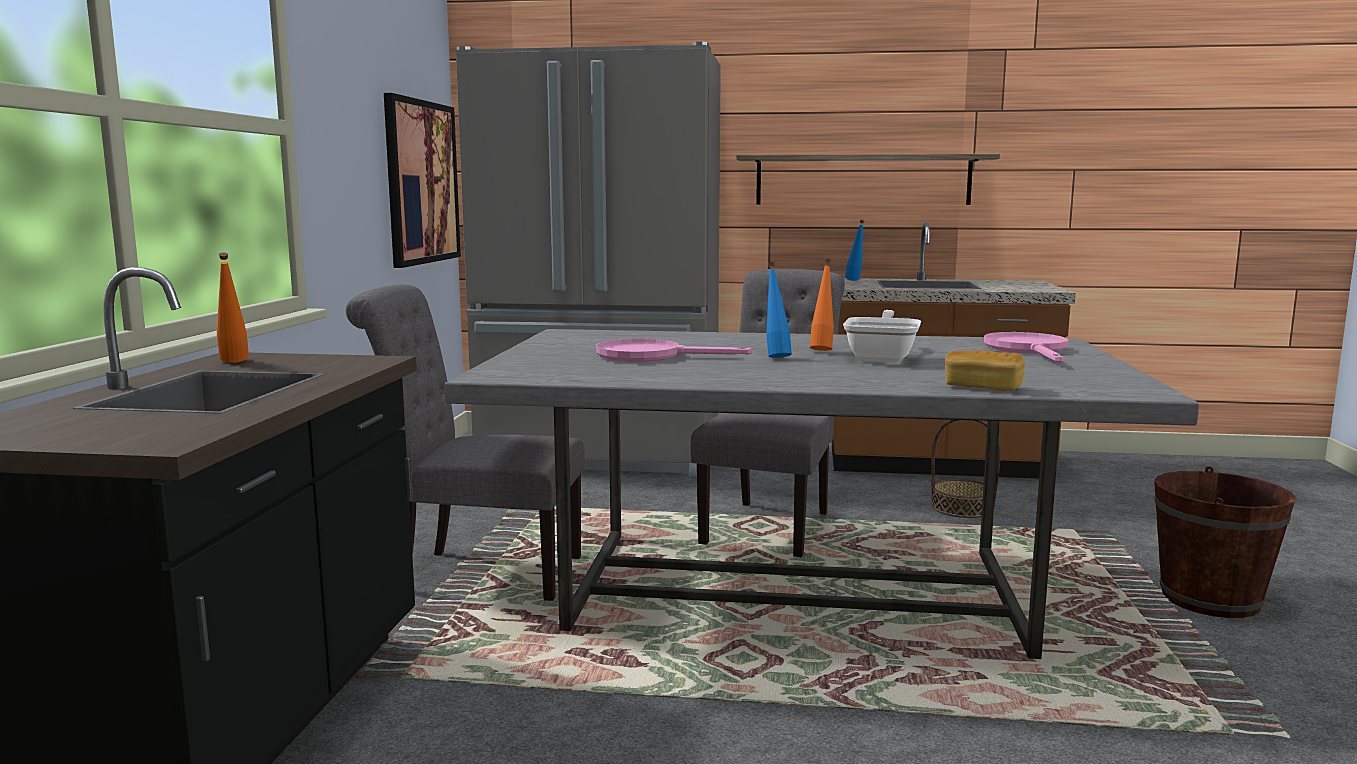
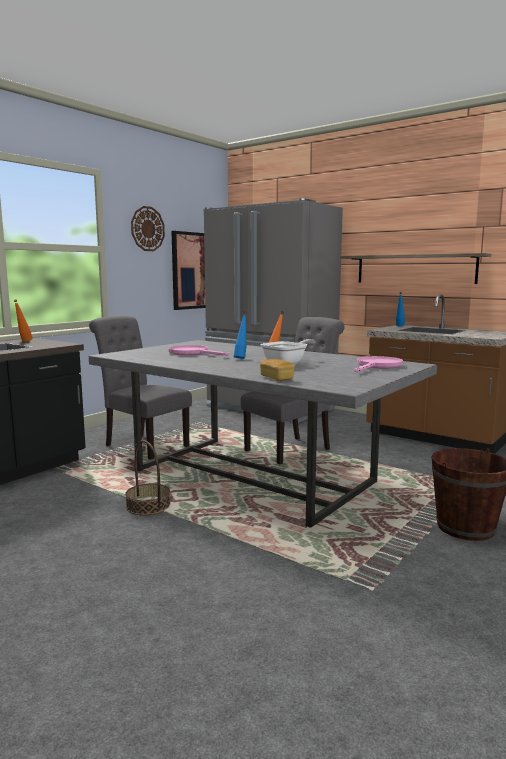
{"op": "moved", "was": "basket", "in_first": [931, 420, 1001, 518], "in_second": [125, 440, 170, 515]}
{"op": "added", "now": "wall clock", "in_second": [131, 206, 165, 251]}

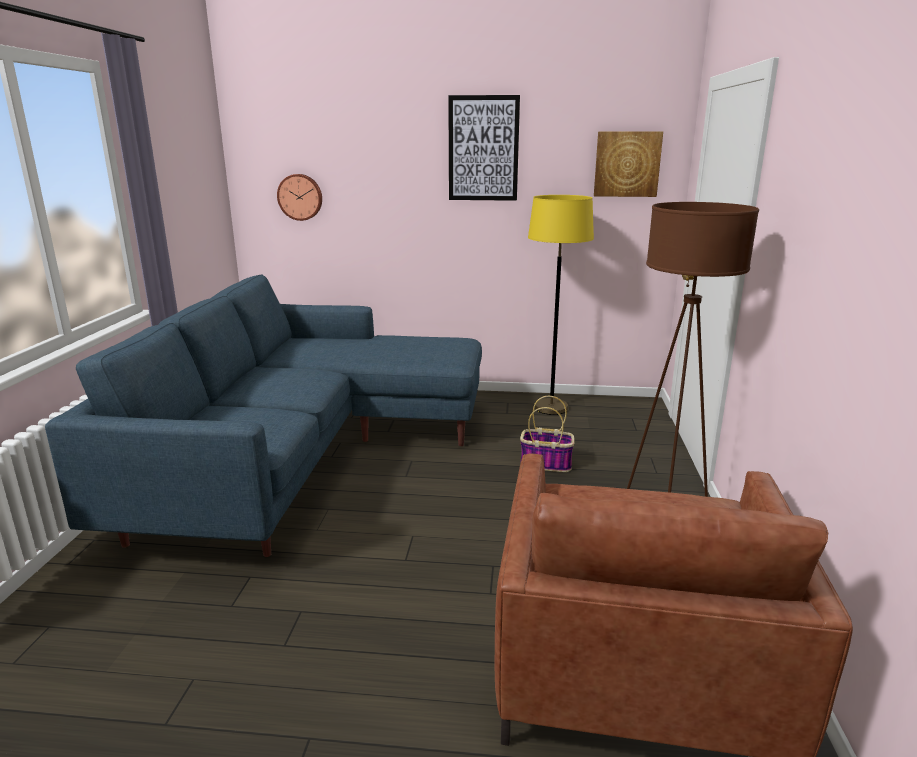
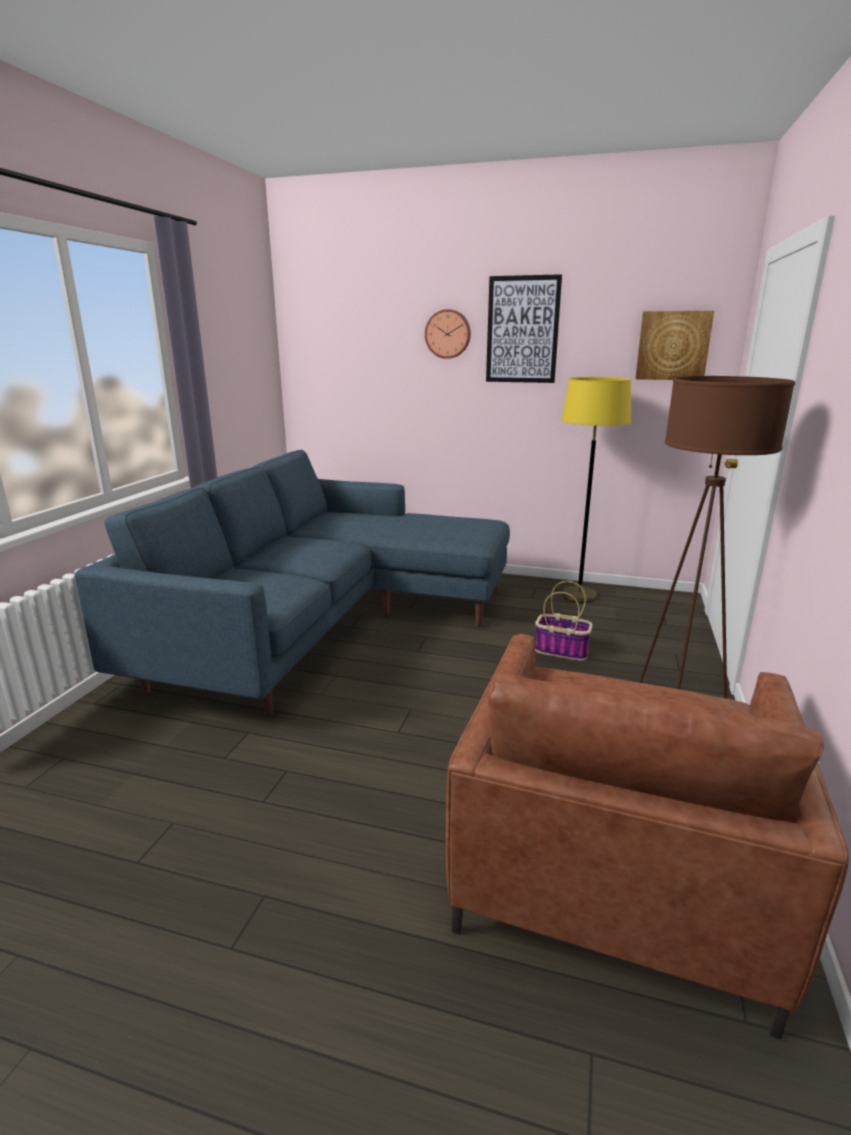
{"op": "moved", "was": "wall clock", "in_first": [277, 174, 322, 221], "in_second": [425, 309, 471, 359]}

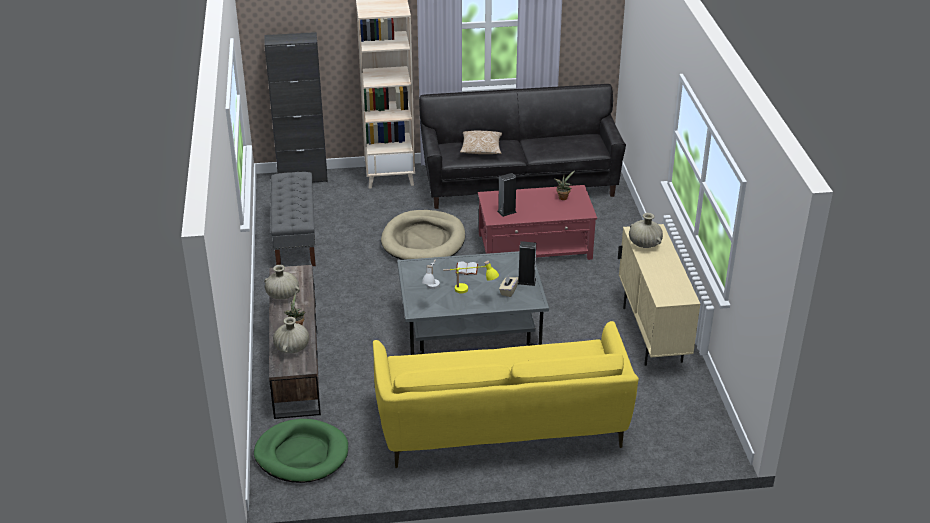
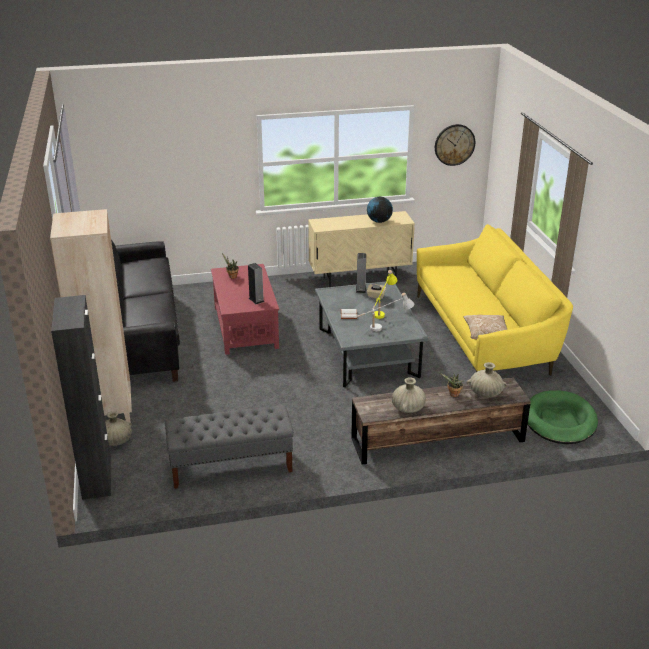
{"op": "removed", "was": "beige dog bed", "in_first": [381, 210, 465, 260]}
{"op": "moved", "was": "pillow", "in_first": [460, 131, 502, 154], "in_second": [464, 315, 508, 339]}
{"op": "moved", "was": "beige vase", "in_first": [629, 213, 663, 248], "in_second": [105, 411, 132, 446]}
{"op": "added", "now": "globe", "in_second": [367, 197, 393, 223]}
{"op": "added", "now": "wall clock", "in_second": [435, 124, 475, 166]}

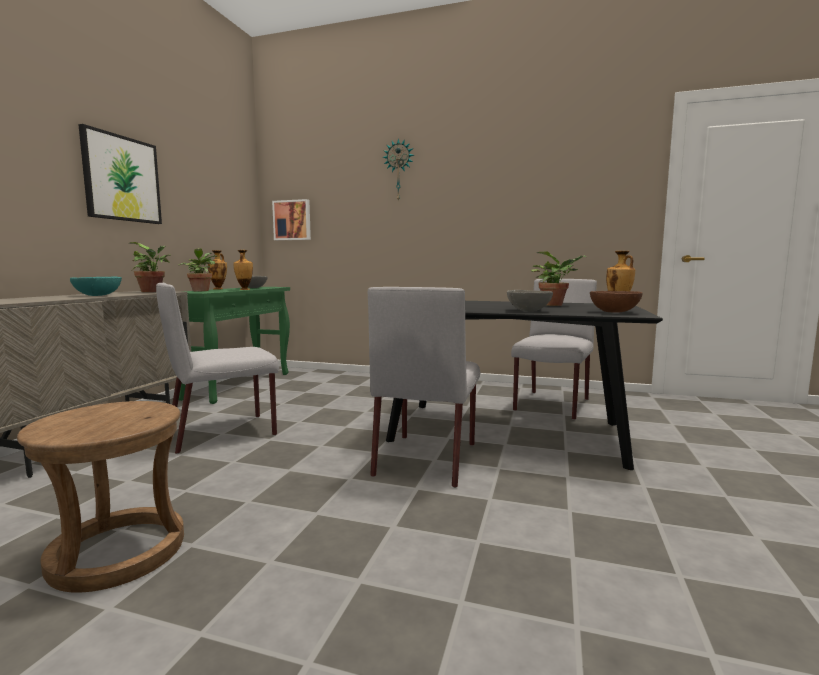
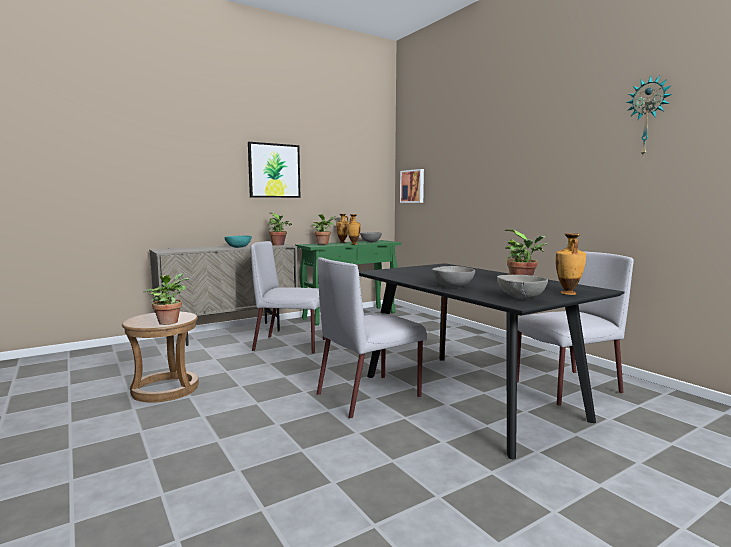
{"op": "moved", "was": "wall clock", "in_first": [382, 138, 414, 202], "in_second": [626, 75, 672, 156]}
{"op": "recoloured", "was": "brown bowl", "now": "grey bowl", "in_first": [590, 291, 643, 313], "in_second": [497, 275, 548, 299]}
{"op": "added", "now": "potted plant", "in_second": [143, 273, 189, 325]}

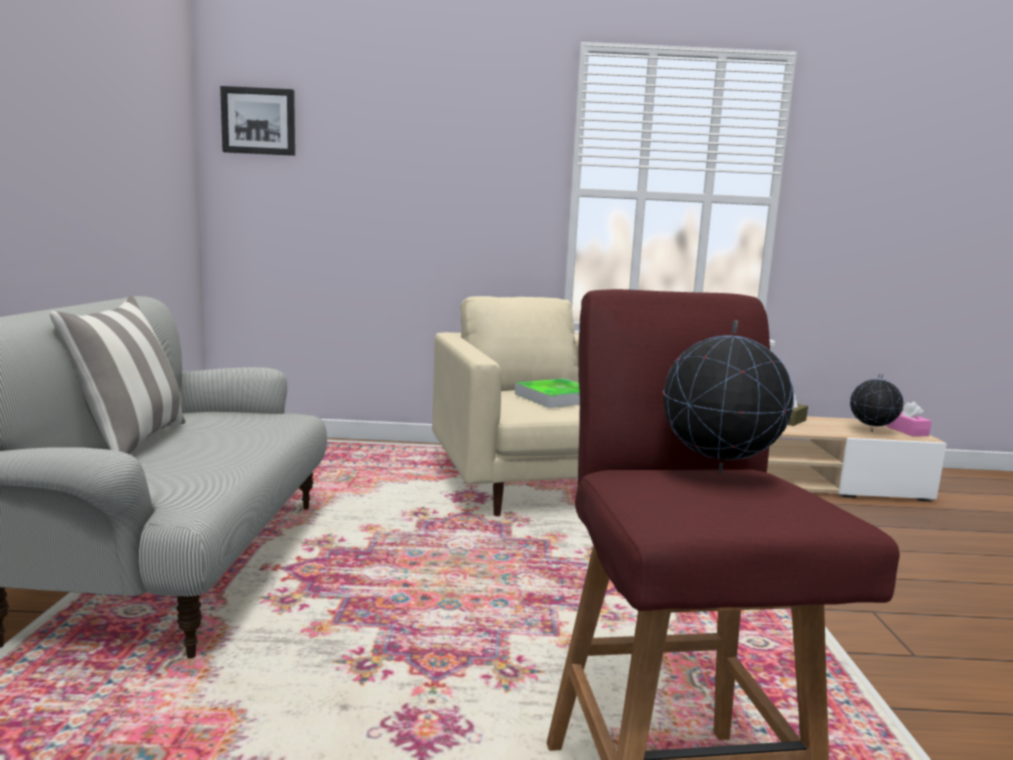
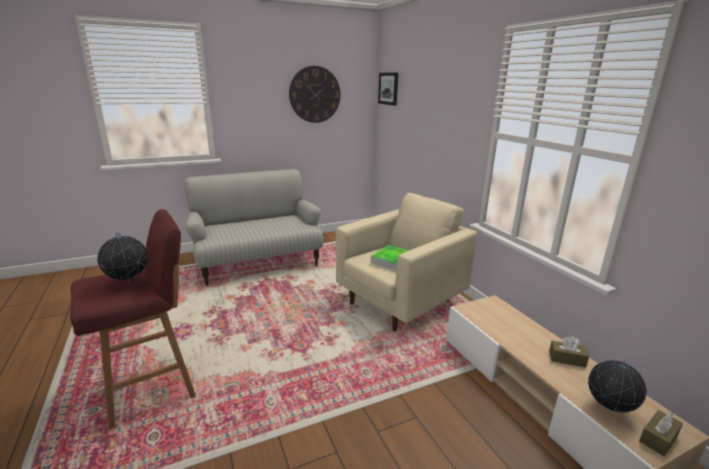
{"op": "removed", "was": "pillow", "in_first": [50, 296, 185, 455]}
{"op": "recoloured", "was": "pink tissue box", "now": "brown tissue box", "in_first": [886, 401, 932, 437], "in_second": [639, 410, 683, 456]}
{"op": "added", "now": "wall clock", "in_second": [289, 66, 341, 123]}

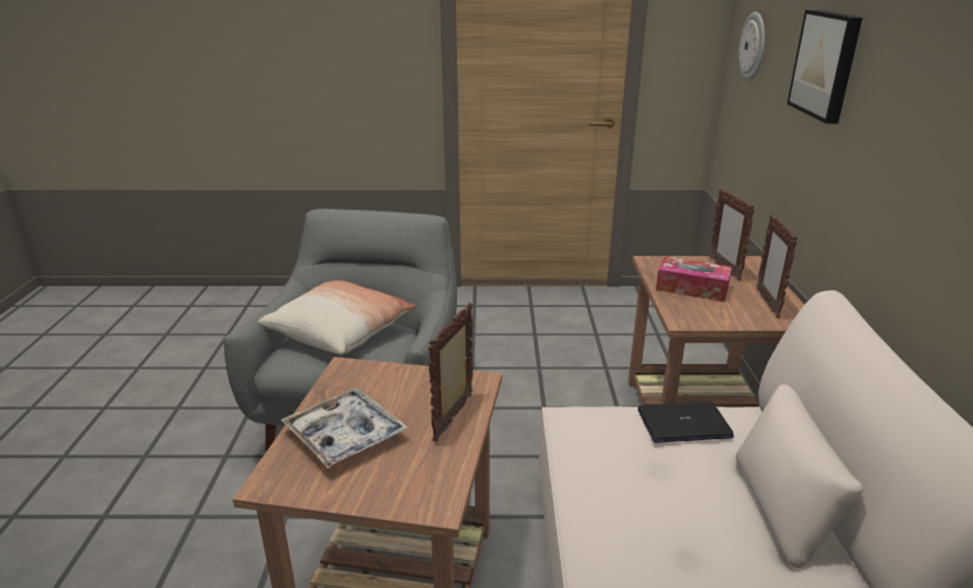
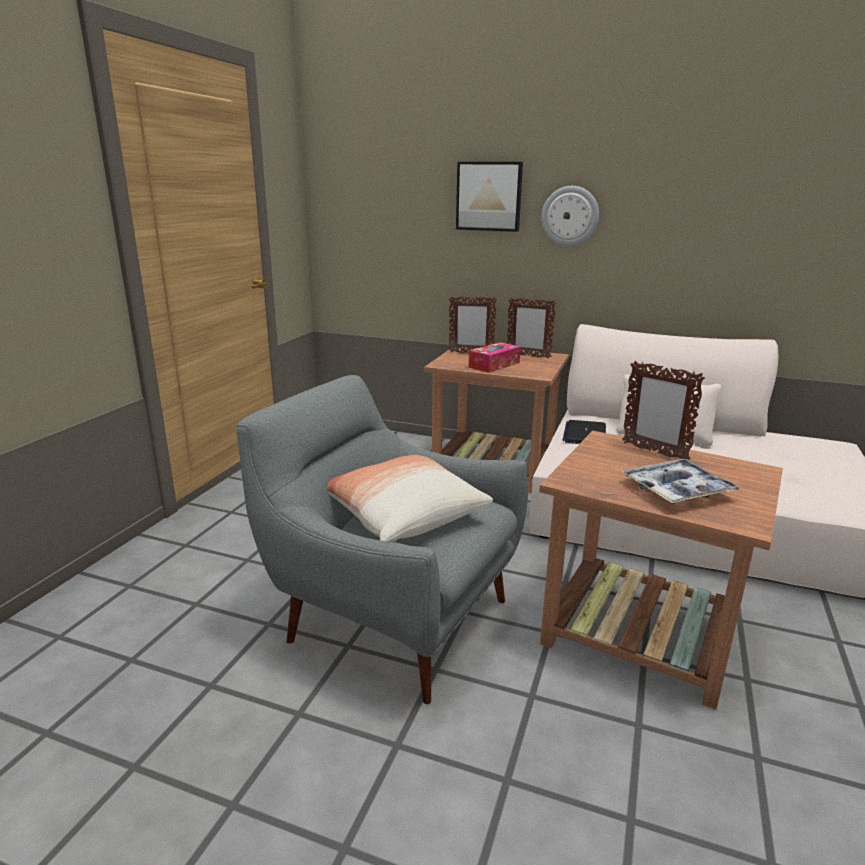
{"op": "moved", "was": "wall clock", "in_first": [739, 12, 765, 81], "in_second": [541, 186, 599, 246]}

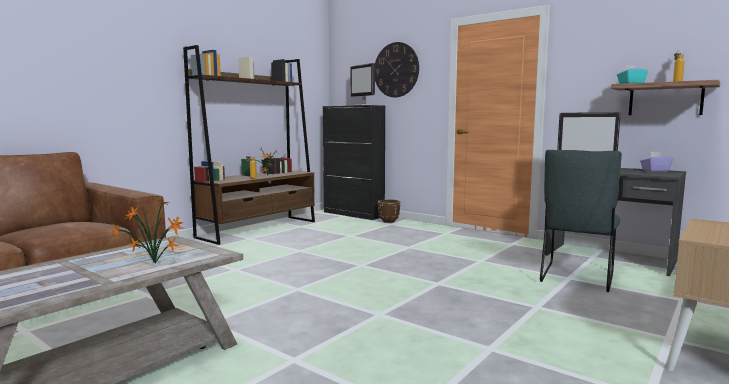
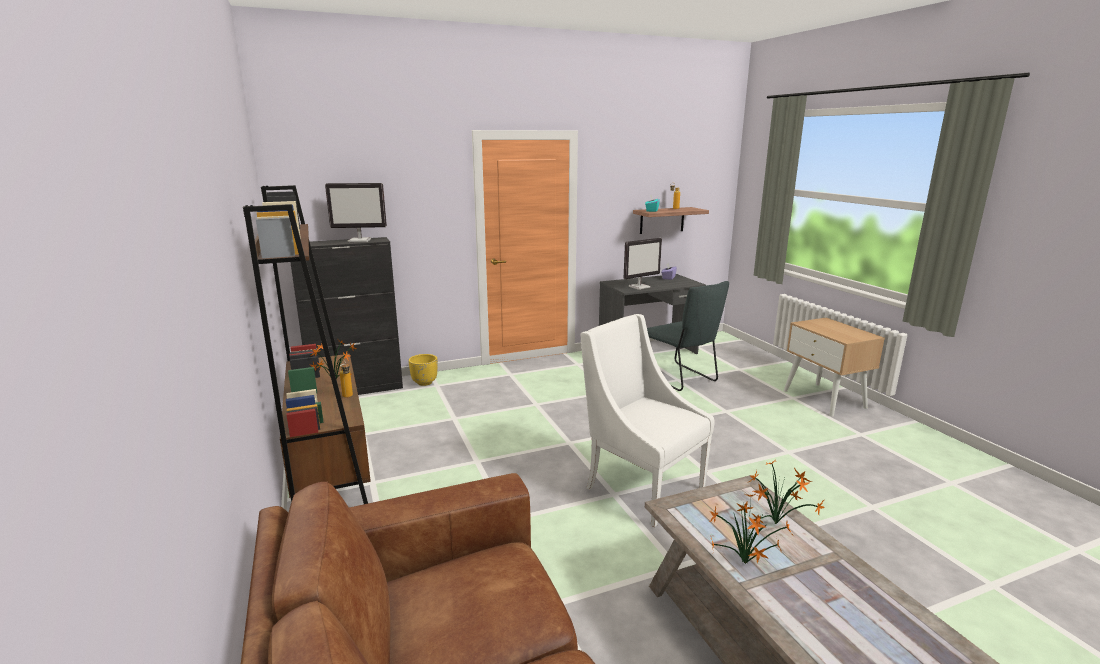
{"op": "removed", "was": "wall clock", "in_first": [375, 42, 419, 97]}
{"op": "recoloured", "was": "brown planter", "now": "yellow planter", "in_first": [378, 199, 400, 223], "in_second": [409, 354, 438, 386]}
{"op": "added", "now": "white armchair", "in_second": [581, 314, 714, 527]}
{"op": "added", "now": "potted plant", "in_second": [709, 493, 794, 564]}

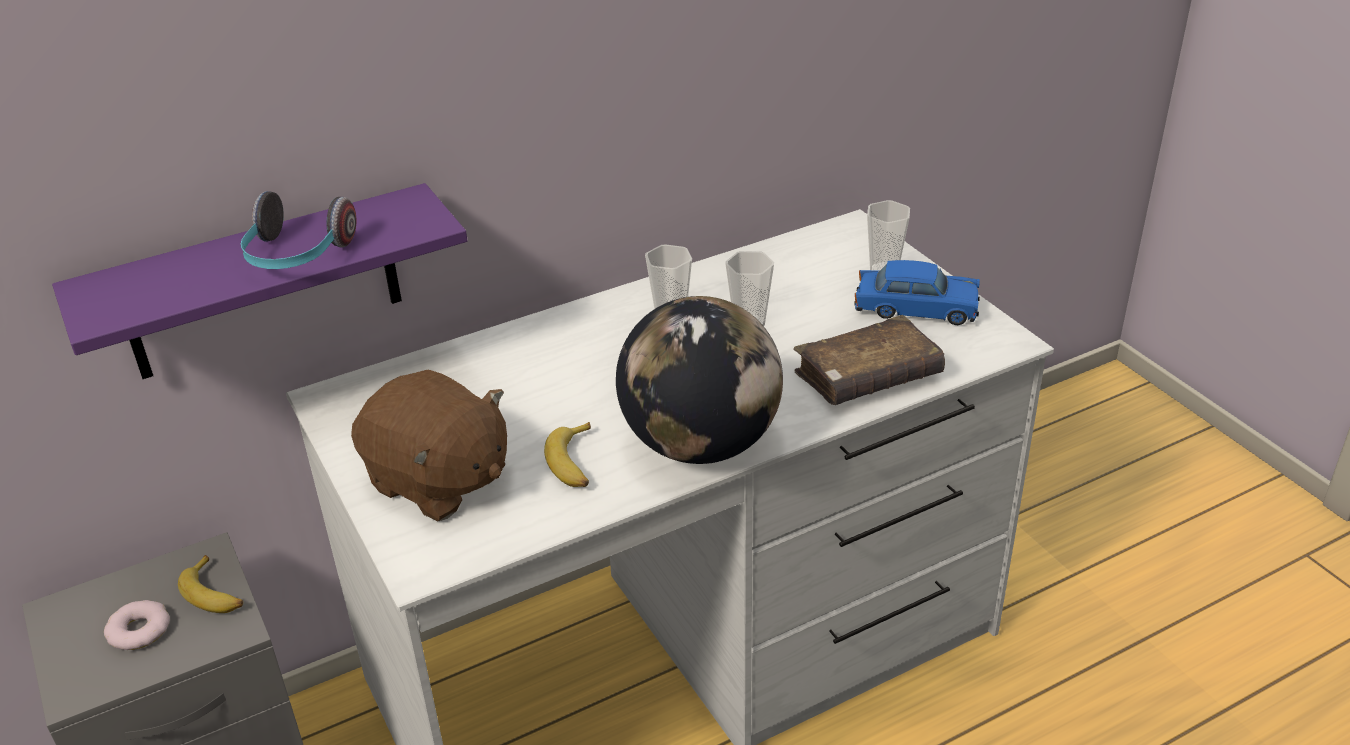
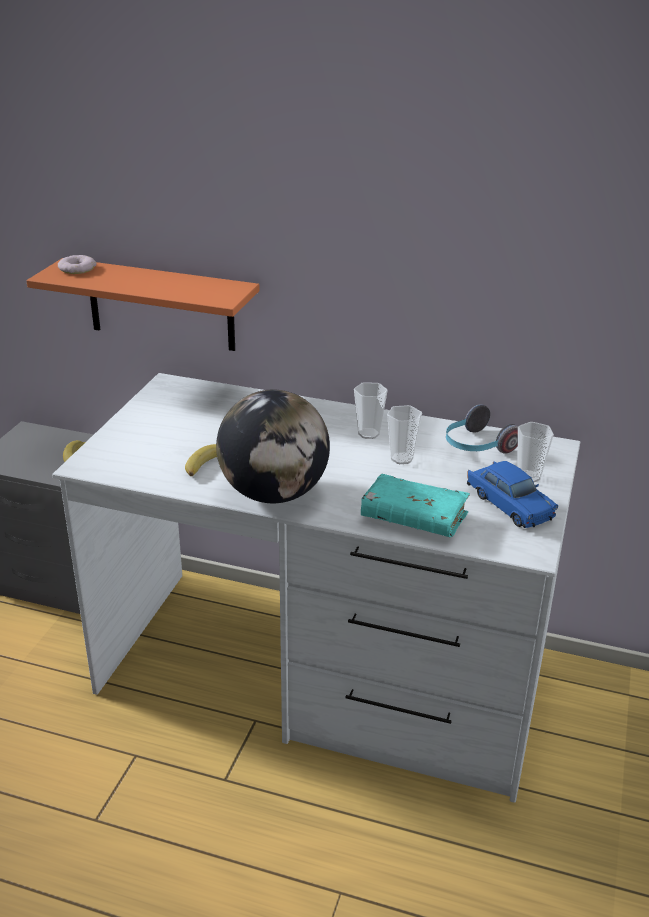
{"op": "recoloured", "was": "purple shelf", "now": "orange shelf", "in_first": [52, 183, 468, 379], "in_second": [27, 258, 260, 351]}
{"op": "moved", "was": "donut", "in_first": [104, 600, 170, 650], "in_second": [58, 255, 97, 274]}
{"op": "moved", "was": "headphones", "in_first": [241, 191, 356, 269], "in_second": [446, 404, 518, 454]}
{"op": "removed", "was": "brown plush toy", "in_first": [351, 370, 507, 521]}
{"op": "recoloured", "was": "brown book", "now": "turquoise book", "in_first": [793, 315, 945, 405], "in_second": [361, 474, 470, 537]}

